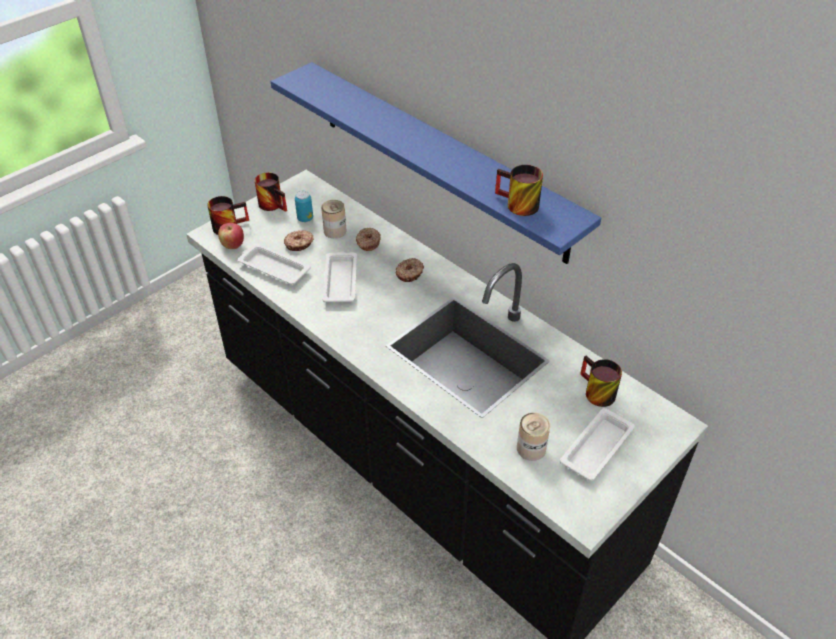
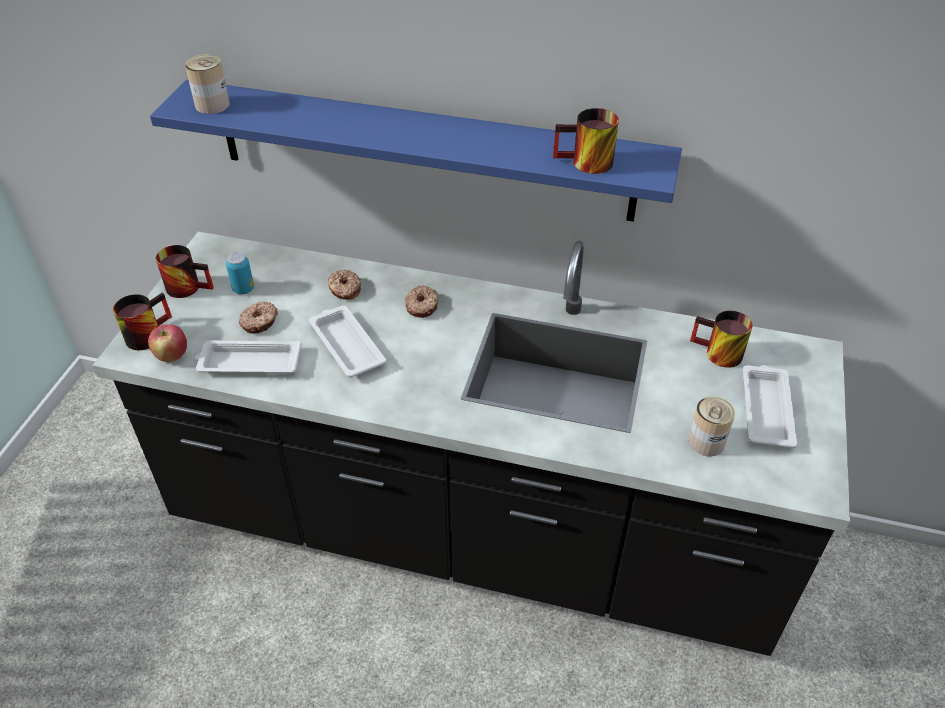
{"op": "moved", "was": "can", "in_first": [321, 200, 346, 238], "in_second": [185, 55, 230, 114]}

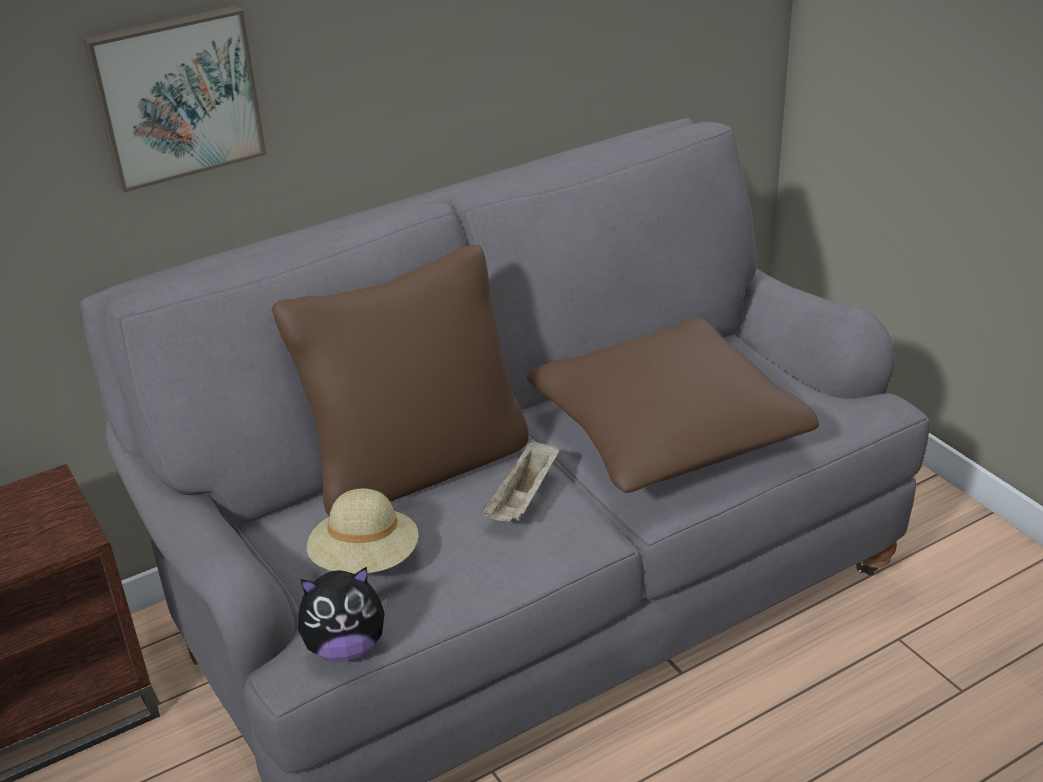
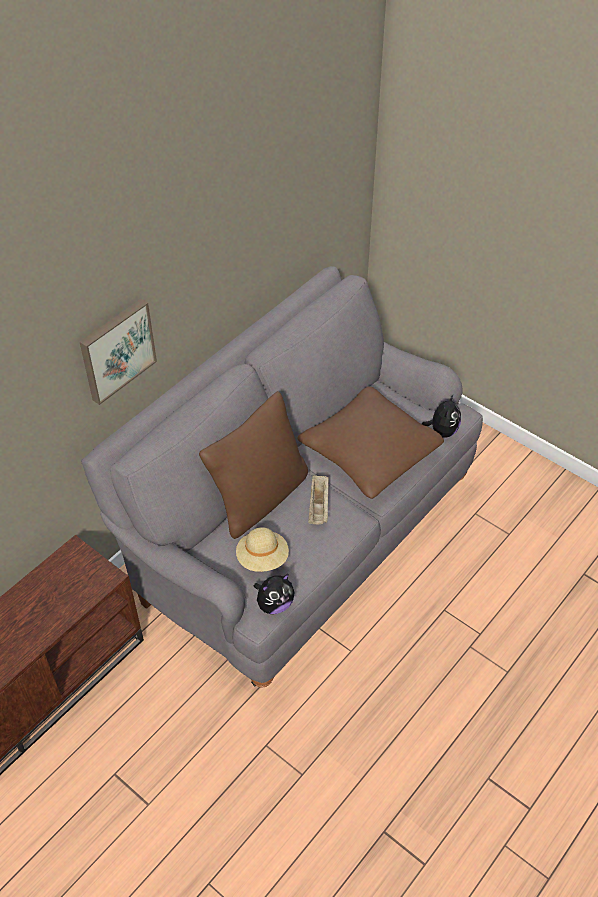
{"op": "added", "now": "plush toy", "in_second": [422, 394, 461, 438]}

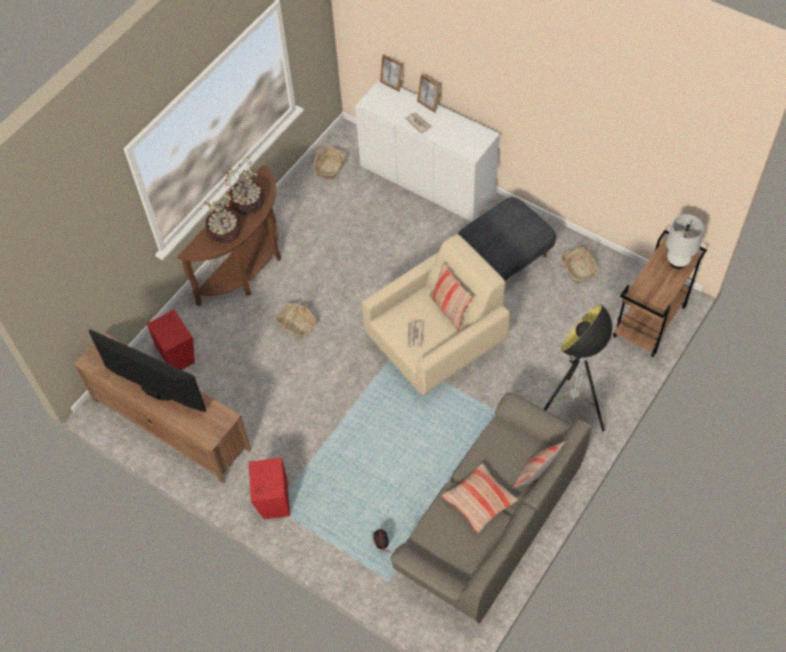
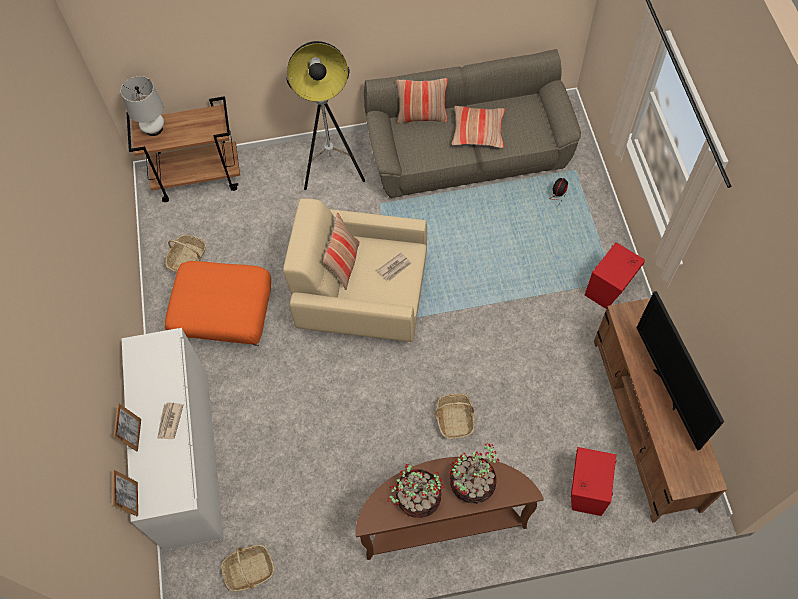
{"op": "recoloured", "was": "grey ottoman", "now": "orange ottoman", "in_first": [458, 197, 556, 281], "in_second": [165, 261, 271, 346]}

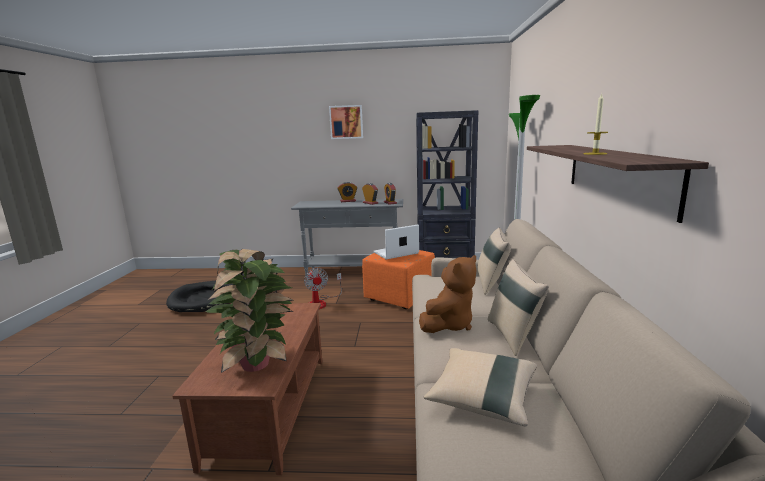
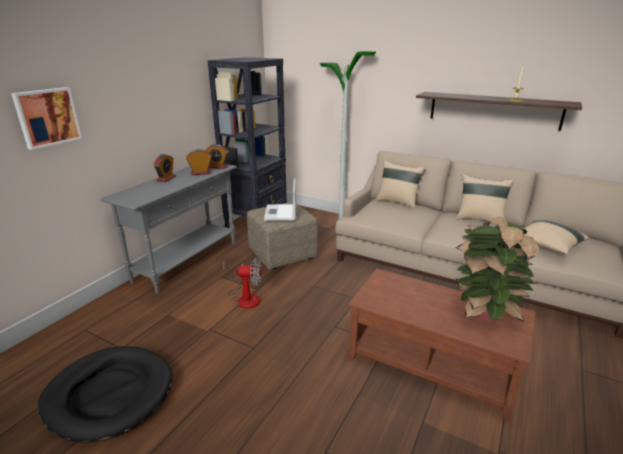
{"op": "moved", "was": "picture", "in_first": [329, 105, 363, 139], "in_second": [11, 87, 82, 150]}
{"op": "recoloured", "was": "orange ottoman", "now": "beige ottoman", "in_first": [362, 250, 435, 309], "in_second": [247, 202, 318, 269]}
{"op": "removed", "was": "brown plush toy", "in_first": [419, 255, 476, 333]}

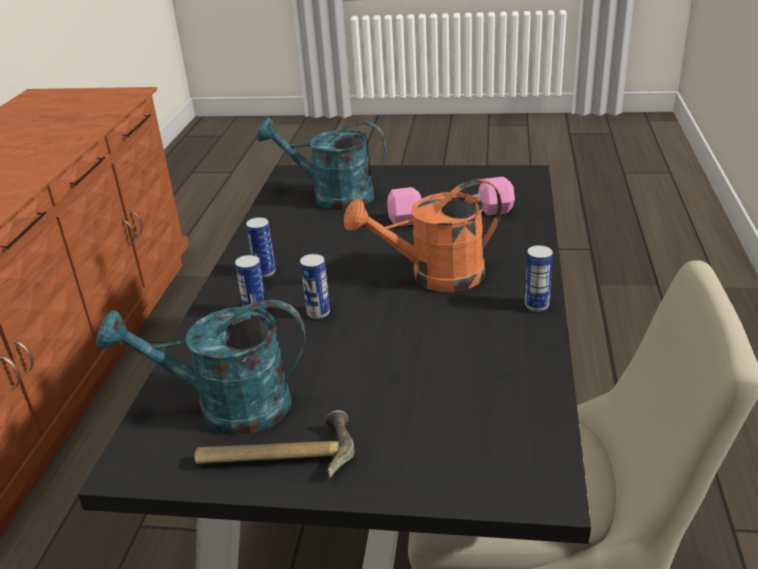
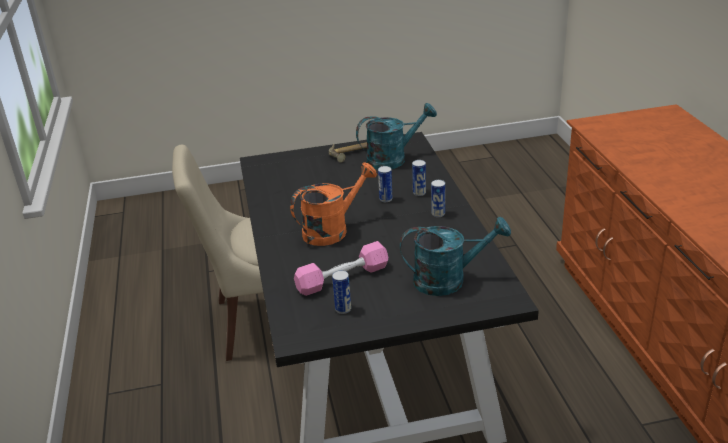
{"op": "moved", "was": "can", "in_first": [525, 245, 553, 312], "in_second": [332, 270, 351, 314]}

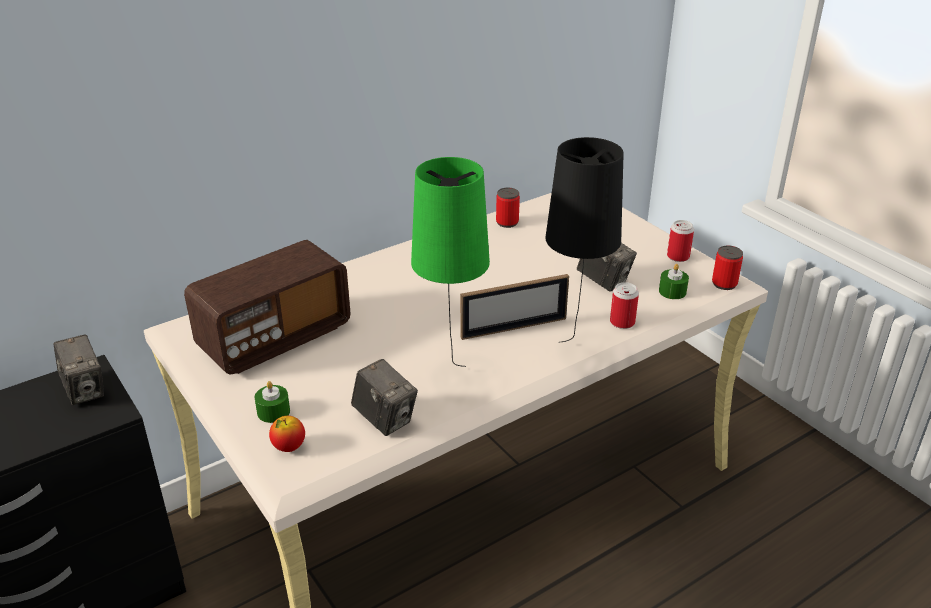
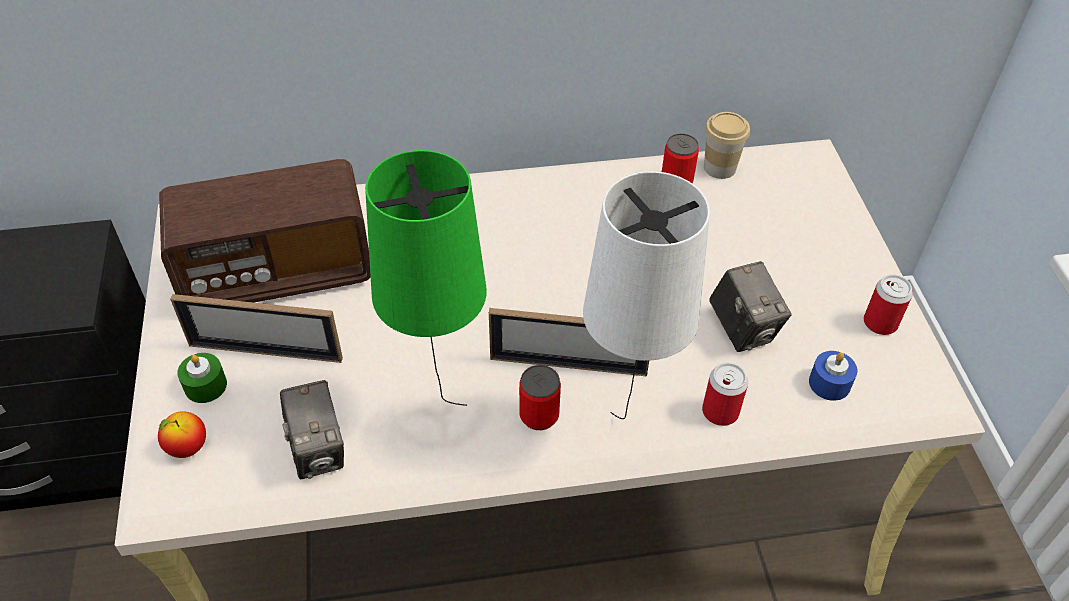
{"op": "removed", "was": "photo camera", "in_first": [54, 334, 104, 405]}
{"op": "recoloured", "was": "black table lamp", "now": "white table lamp", "in_first": [545, 137, 624, 343], "in_second": [583, 171, 710, 419]}
{"op": "recoloured", "was": "green candle", "now": "blue candle", "in_first": [659, 264, 689, 299], "in_second": [809, 351, 857, 401]}
{"op": "moved", "was": "can", "in_first": [712, 245, 743, 290], "in_second": [519, 365, 561, 430]}
{"op": "added", "now": "picture frame", "in_second": [170, 294, 343, 363]}
{"op": "added", "now": "cup", "in_second": [704, 112, 750, 179]}

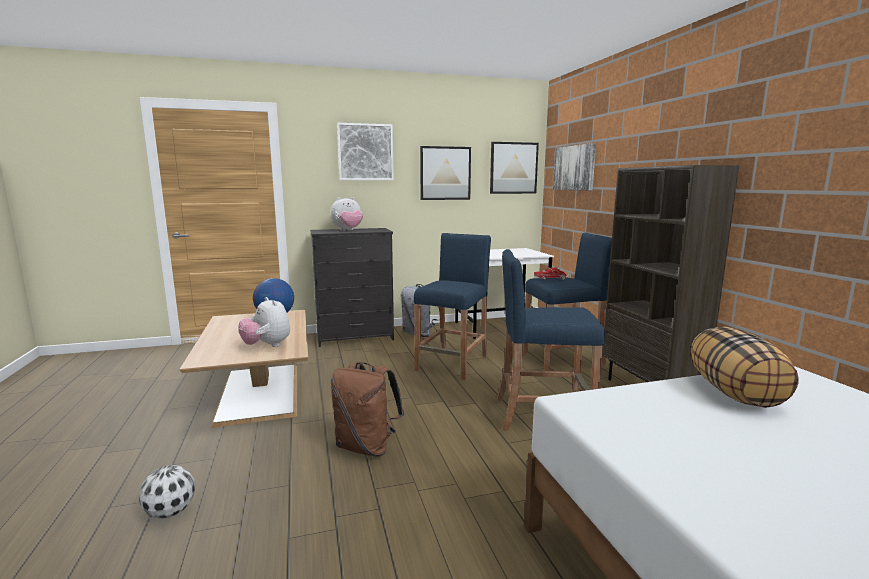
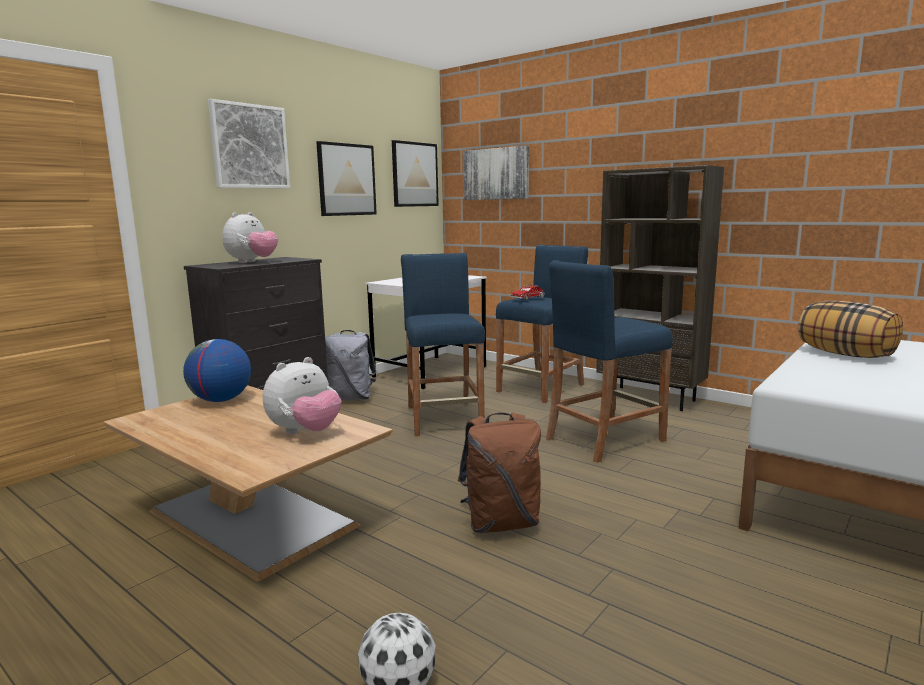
{"op": "turned", "was": "plush toy", "in_first": [238, 297, 290, 347], "in_second": [263, 357, 341, 434], "clockwise": -60}

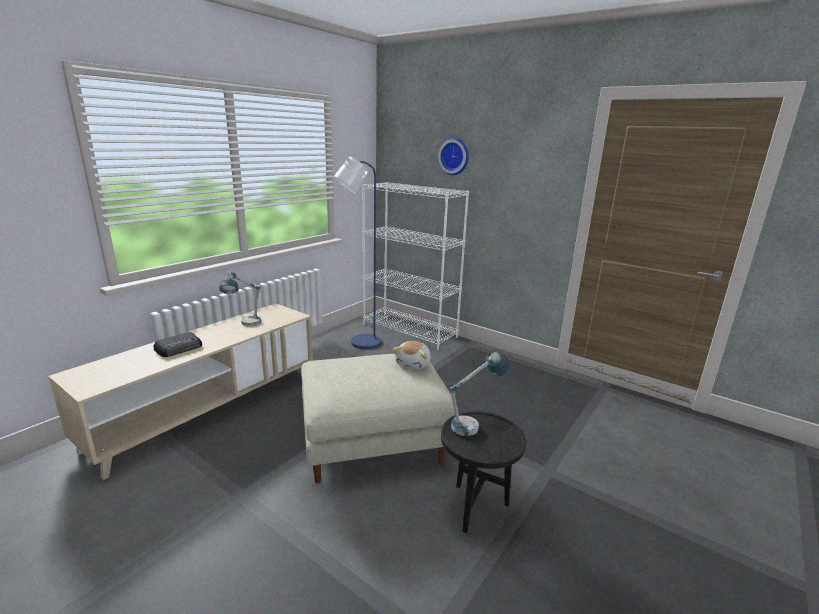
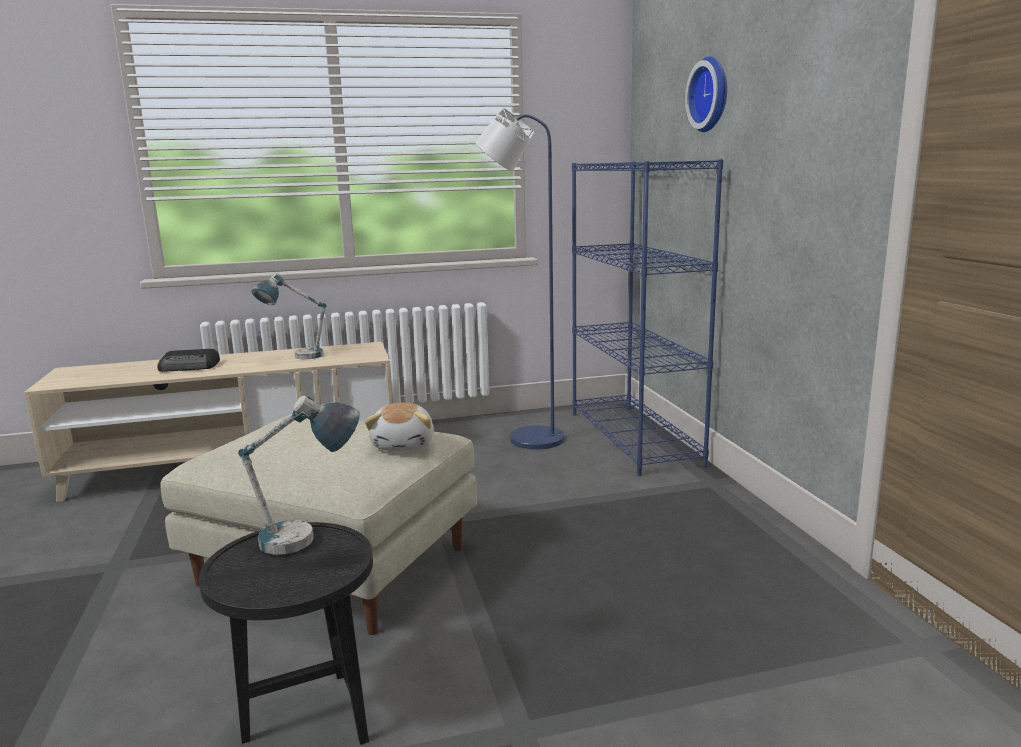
{"op": "recoloured", "was": "white bookcase", "now": "blue bookcase", "in_first": [362, 182, 469, 350], "in_second": [572, 159, 723, 476]}
{"op": "turned", "was": "plush toy", "in_first": [392, 341, 431, 369], "in_second": [365, 402, 434, 451], "clockwise": -60}

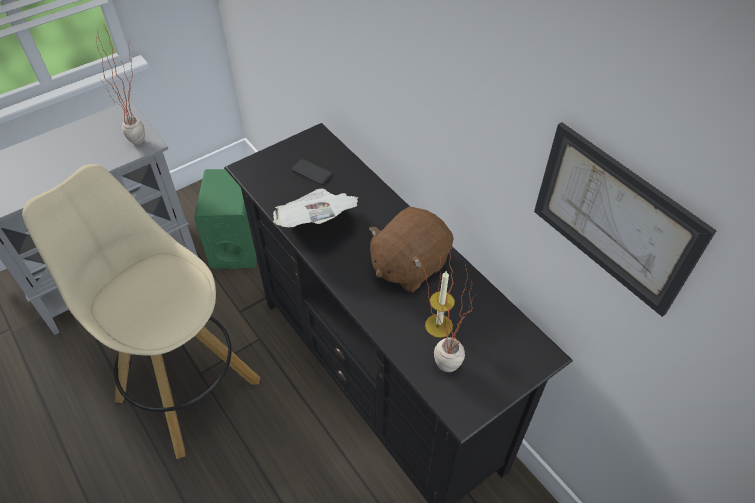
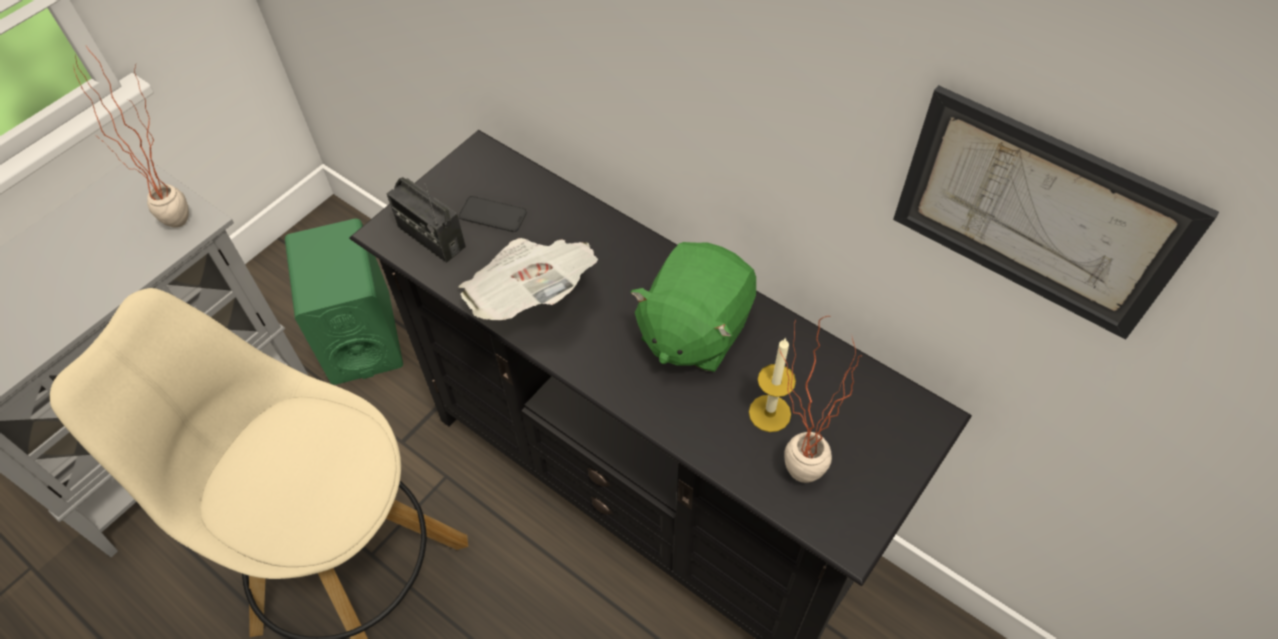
{"op": "recoloured", "was": "brown plush toy", "now": "green plush toy", "in_first": [369, 207, 454, 292], "in_second": [630, 242, 756, 372]}
{"op": "added", "now": "radio", "in_second": [387, 177, 466, 263]}

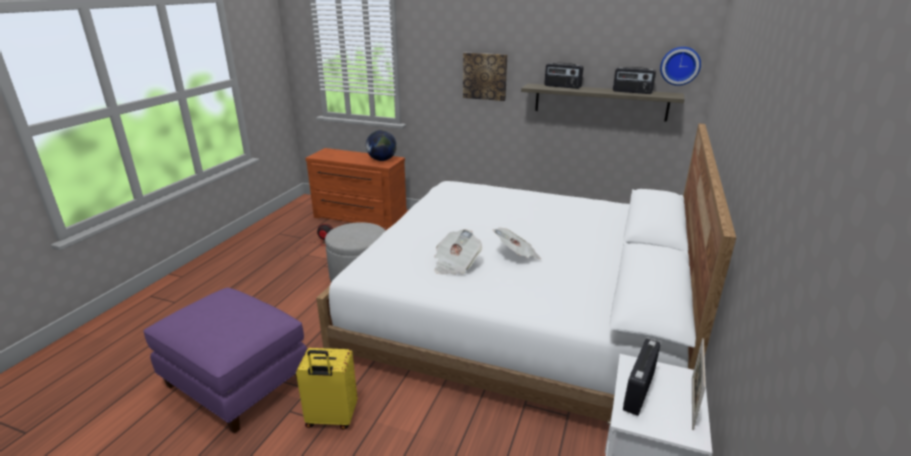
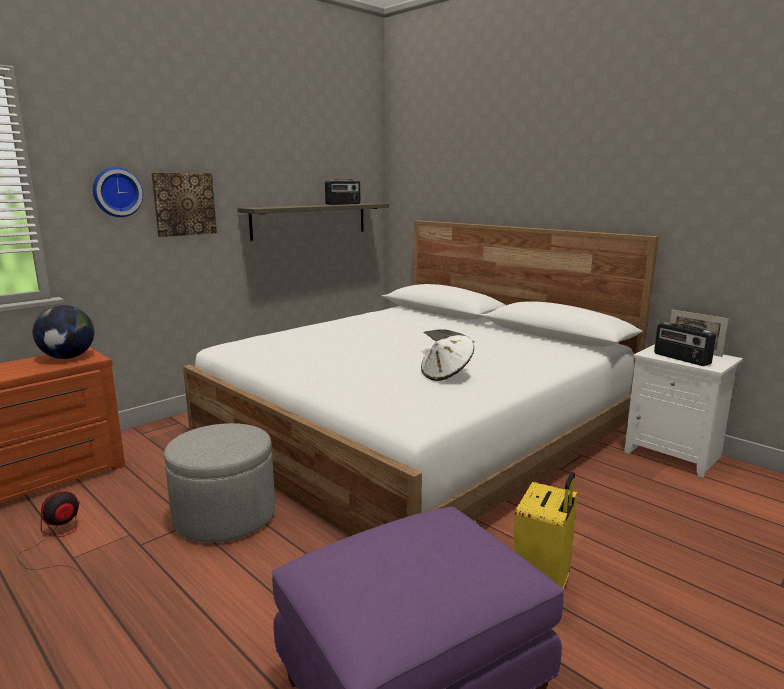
{"op": "replaced", "was": "newspaper", "now": "white hat", "in_first": [434, 229, 482, 275], "in_second": [421, 335, 474, 381]}
{"op": "removed", "was": "radio", "in_first": [544, 62, 583, 89]}
{"op": "moved", "was": "wall clock", "in_first": [660, 47, 701, 86], "in_second": [93, 167, 143, 217]}

